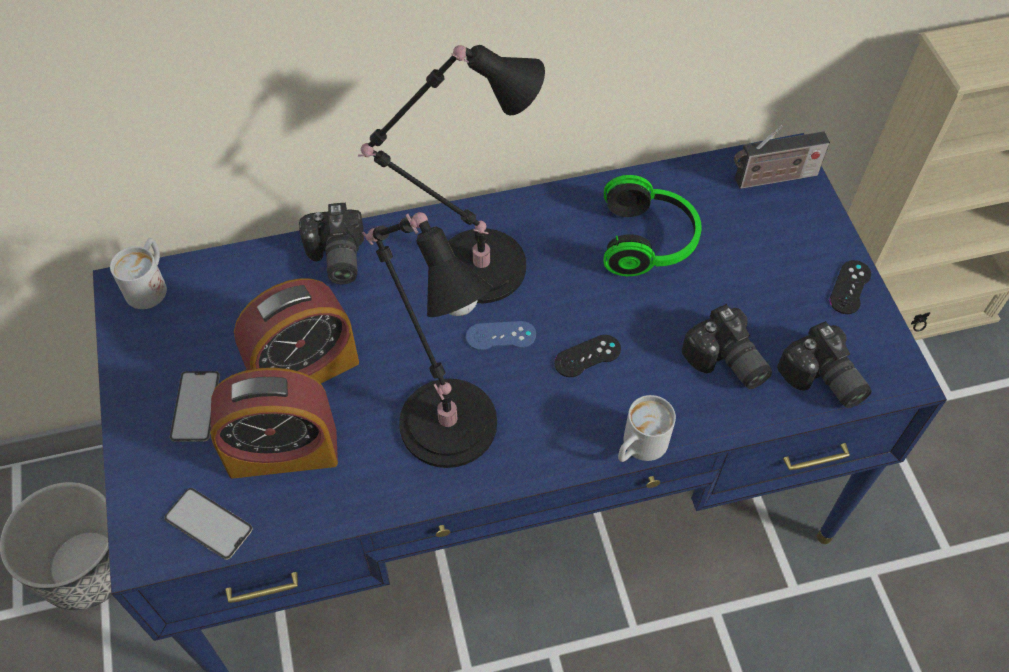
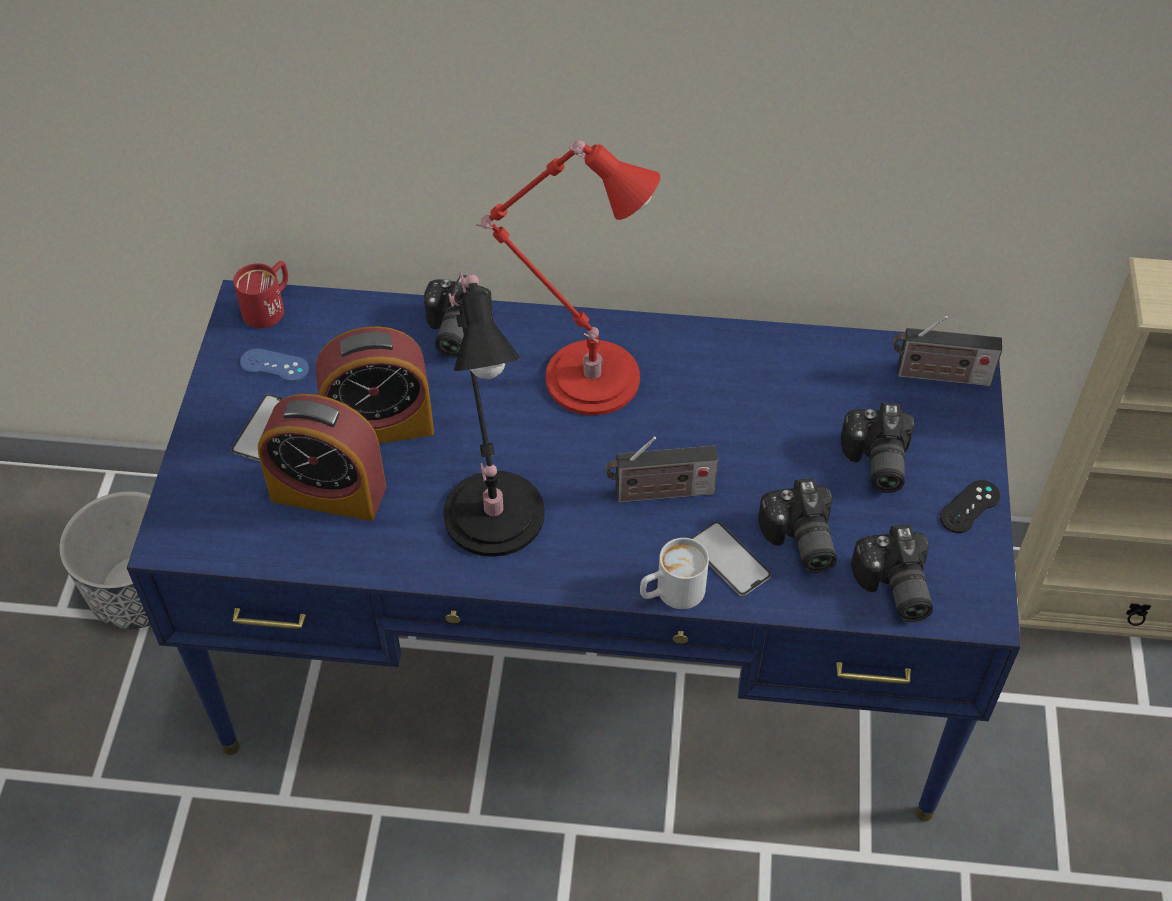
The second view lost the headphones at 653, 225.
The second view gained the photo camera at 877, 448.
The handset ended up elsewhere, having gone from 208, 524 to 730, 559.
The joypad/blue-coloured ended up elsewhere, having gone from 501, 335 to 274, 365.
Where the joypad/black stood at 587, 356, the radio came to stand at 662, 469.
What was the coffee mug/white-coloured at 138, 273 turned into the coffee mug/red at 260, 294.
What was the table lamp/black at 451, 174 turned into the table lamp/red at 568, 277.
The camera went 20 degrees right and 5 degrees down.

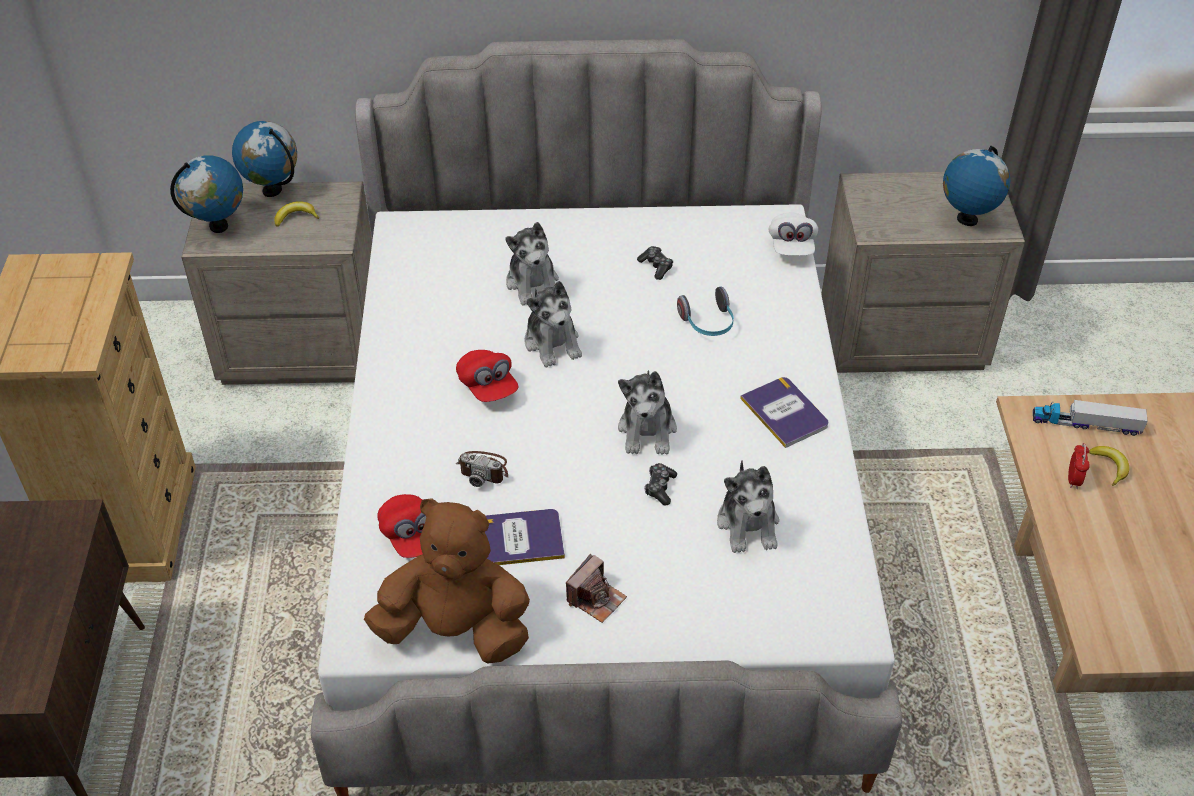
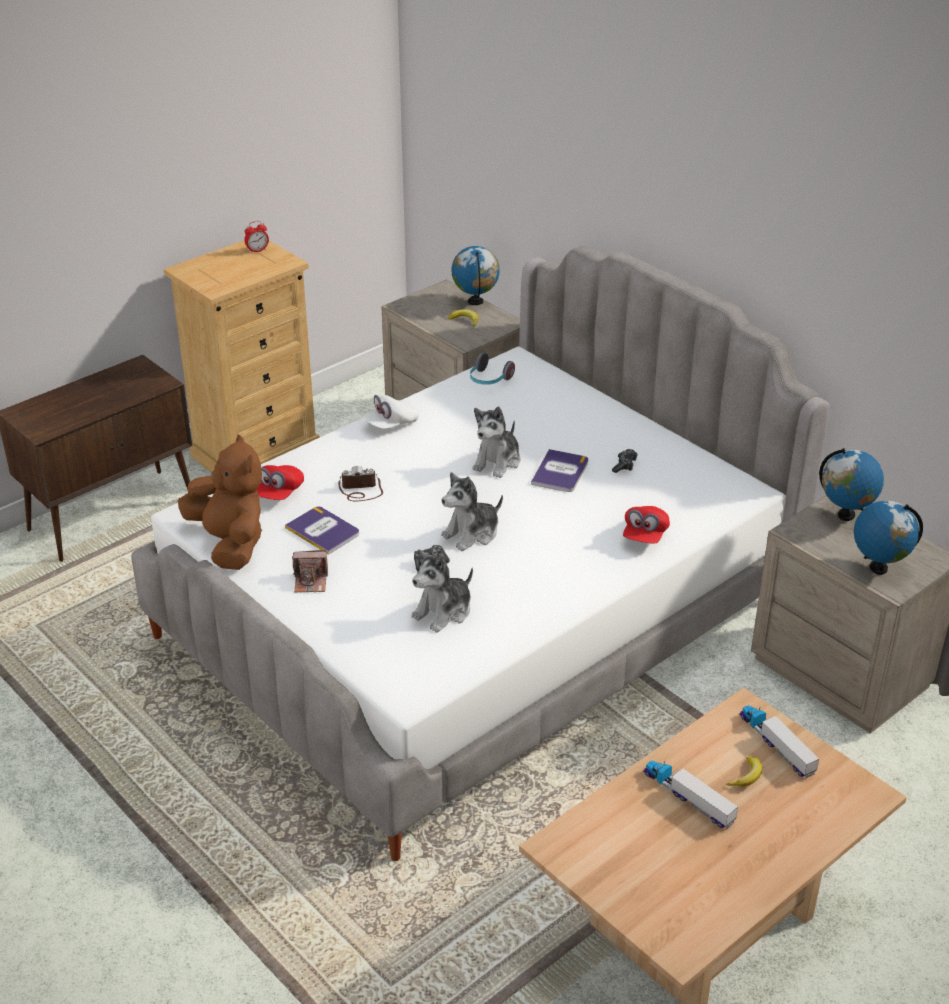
The second view lost the soft toy at 532, 264.
The second view gained the toy lorry at 691, 795.
The globe ended up elsewhere, having gone from 206, 194 to 851, 484.
The baseball cap/red ended up elsewhere, having gone from 487, 376 to 646, 524.
The headphones ended up elsewhere, having gone from 705, 311 to 492, 369.
The book ended up elsewhere, having gone from 784, 412 to 559, 470.
The baseball cap/white-coloured ended up elsewhere, having gone from 793, 234 to 391, 412.
The table clock ended up elsewhere, having gone from 1079, 466 to 256, 237.
The photo camera at 482, 469 ended up facing another way, 105 degrees clockwise from before.
The camera went 50 degrees right and 10 degrees down.

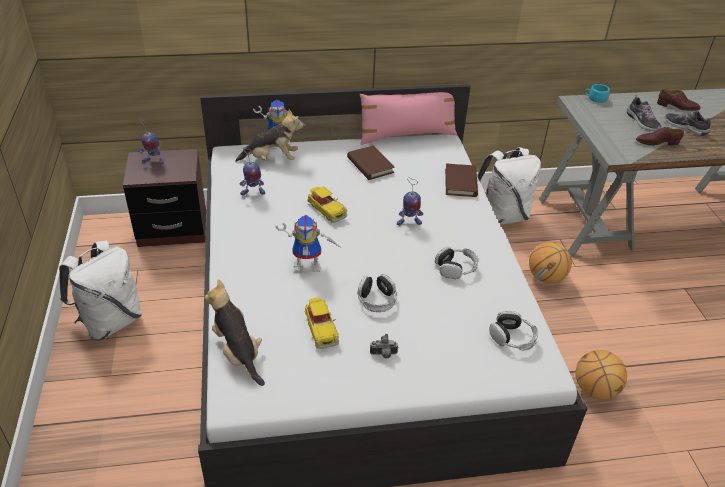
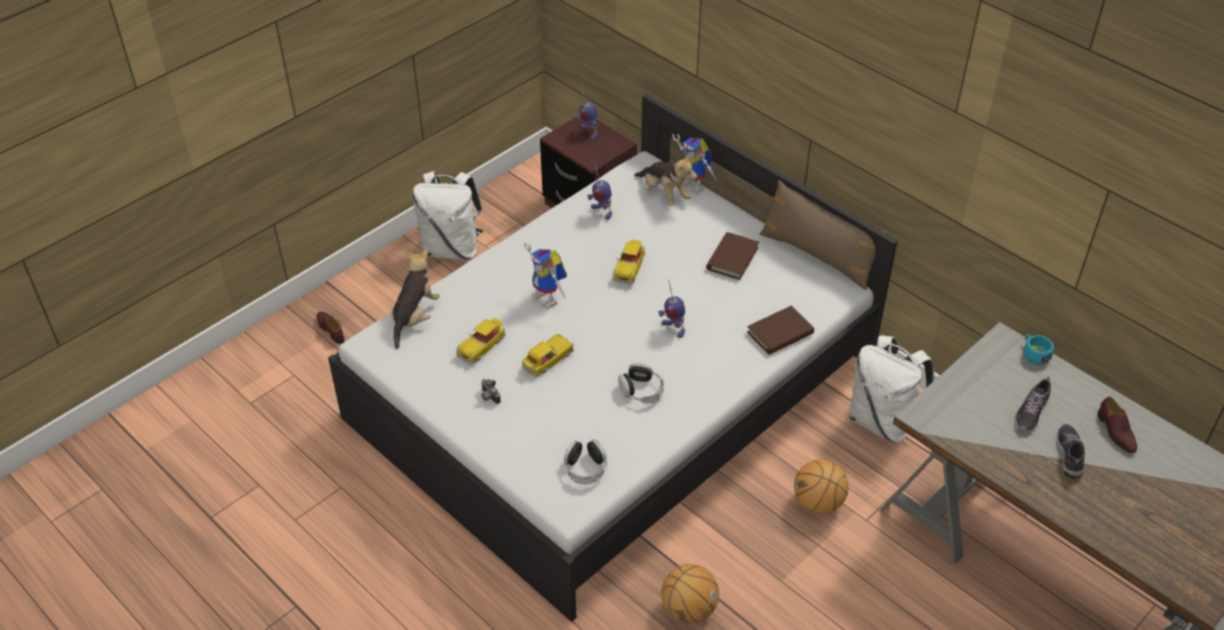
The low shoe/brown ended up elsewhere, having gone from 660, 136 to 330, 328.
Where the headphones stood at 377, 293, the miniature car came to stand at 548, 355.
What was the pillow/pink-coloured at 408, 118 turned into the pillow/brown at 823, 235.
The camera went 55 degrees right and 5 degrees up.

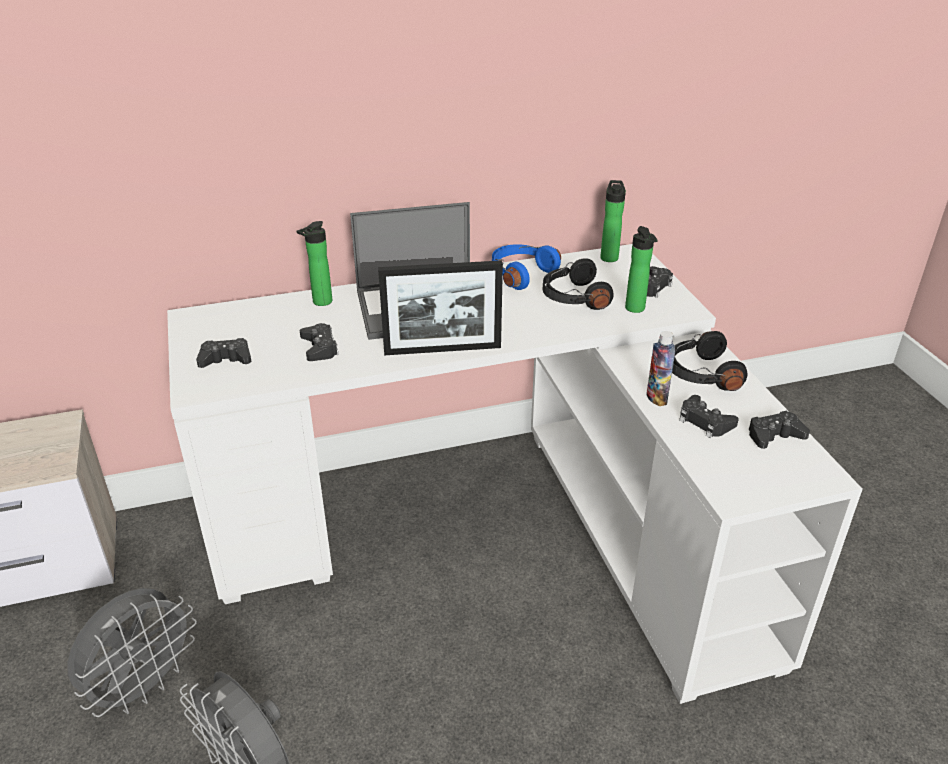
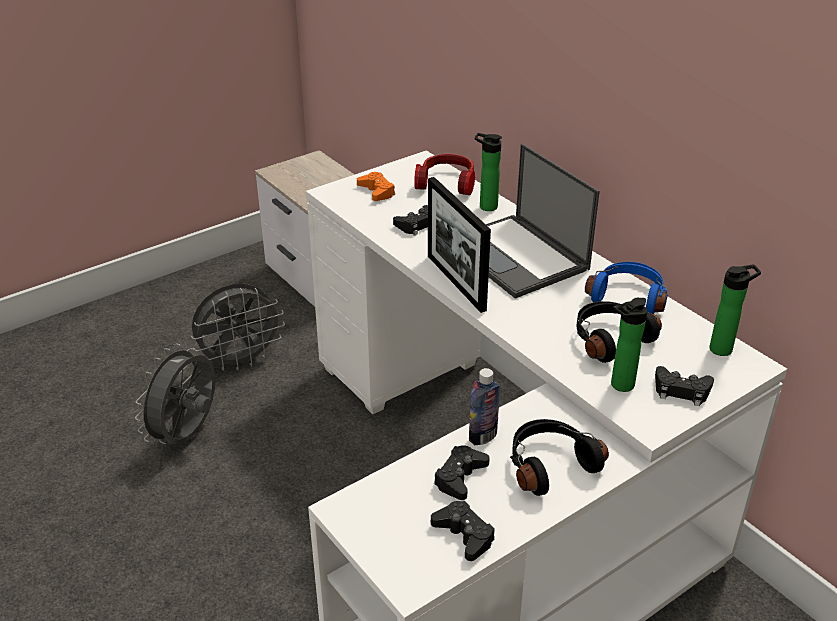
The second view gained the headphones at 444, 174.
What was the joypad/black at 223, 353 turned into the joypad/orangey at 376, 186.
The fan/gray at 132, 652 ended up facing another way, 45 degrees counterclockwise from before.
The camera went 70 degrees right and 0 degrees up.

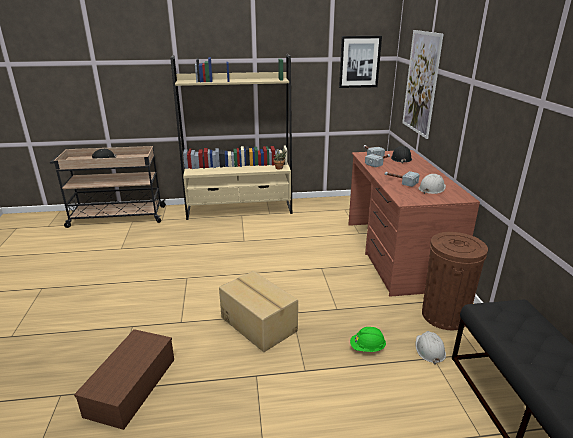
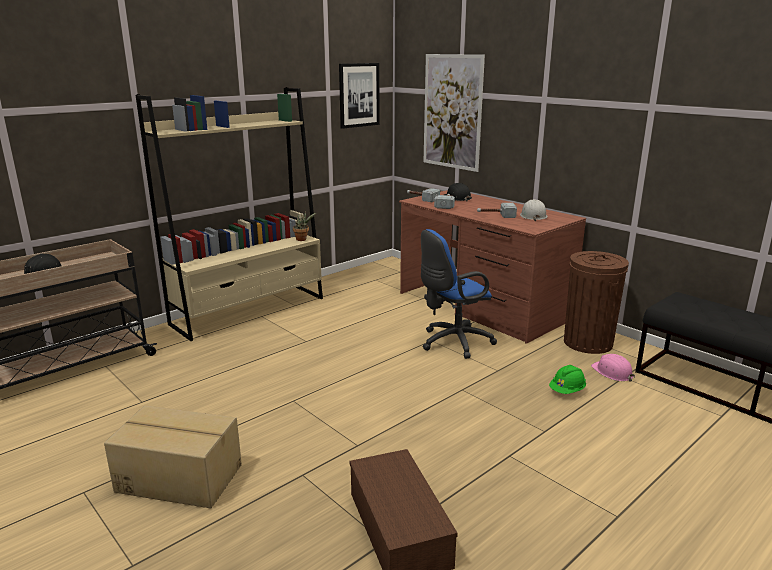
The second view gained the desk chair/blue-coloured at 459, 294.
The packing box ended up elsewhere, having gone from 258, 311 to 173, 456.
What was the safety helmet/white-coloured at 431, 348 turned into the safety helmet/pink-coloured at 613, 368.
The camera went 35 degrees left and 5 degrees down.

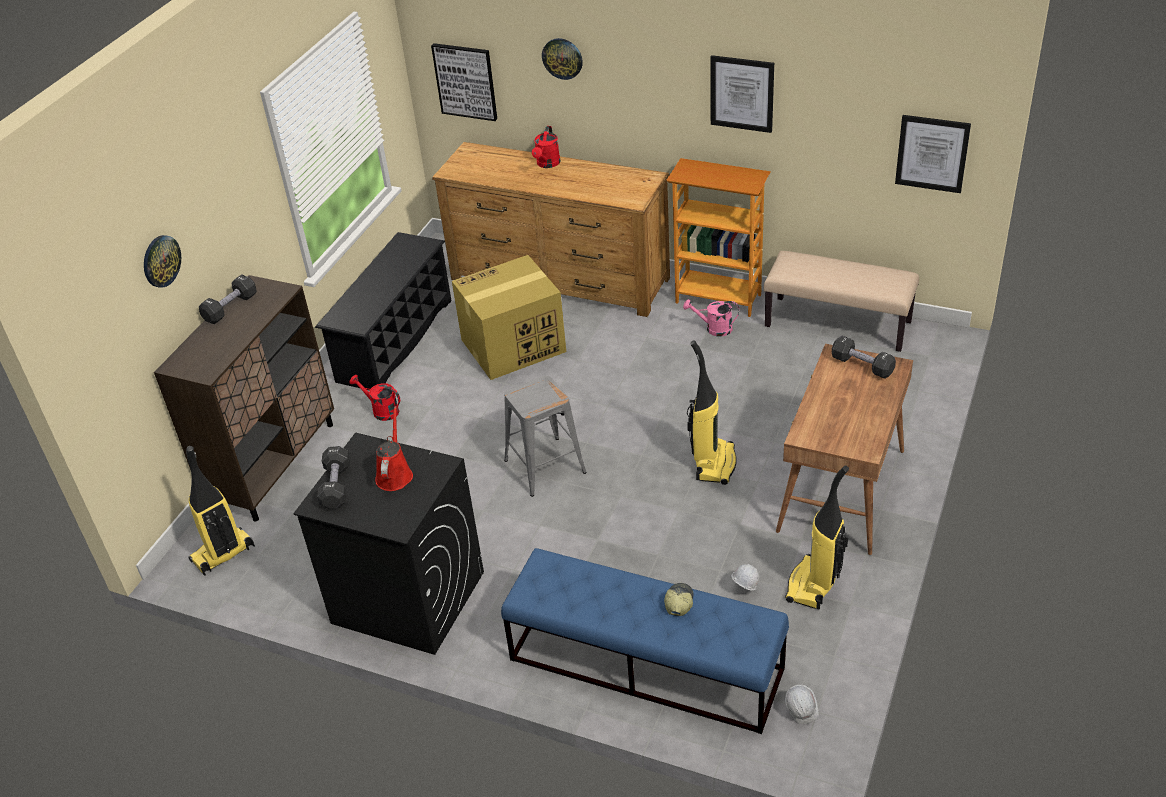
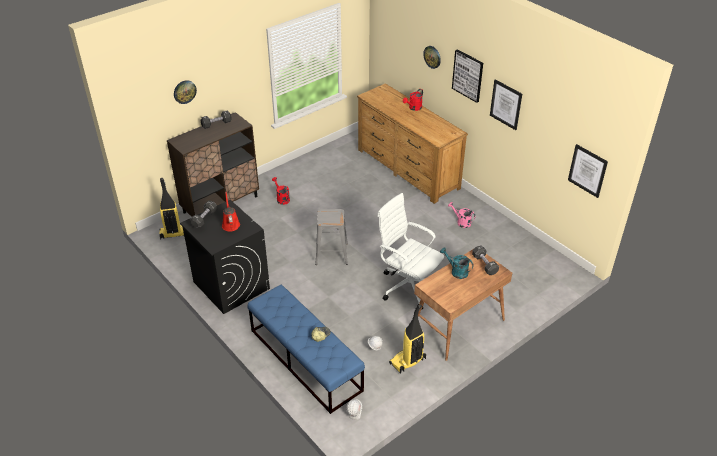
The second view lost the shoe stand/black at 383, 311.
The second view lost the packing box at 509, 317.
The second view lost the bookcase at 718, 237.
The second view lost the bench/sand-coloured at 841, 301.
The second view gained the sprinkling can/blue-green at 457, 263.
The wall art ended up elsewhere, having gone from 464, 82 to 467, 76.
Where the hoover stood at 712, 412, the desk chair/white-coloured came to stand at 410, 251.
The sprinkling can/red at 394, 448 ended up facing another way, 45 degrees counterclockwise from before.
The camera went 25 degrees right and 0 degrees up.

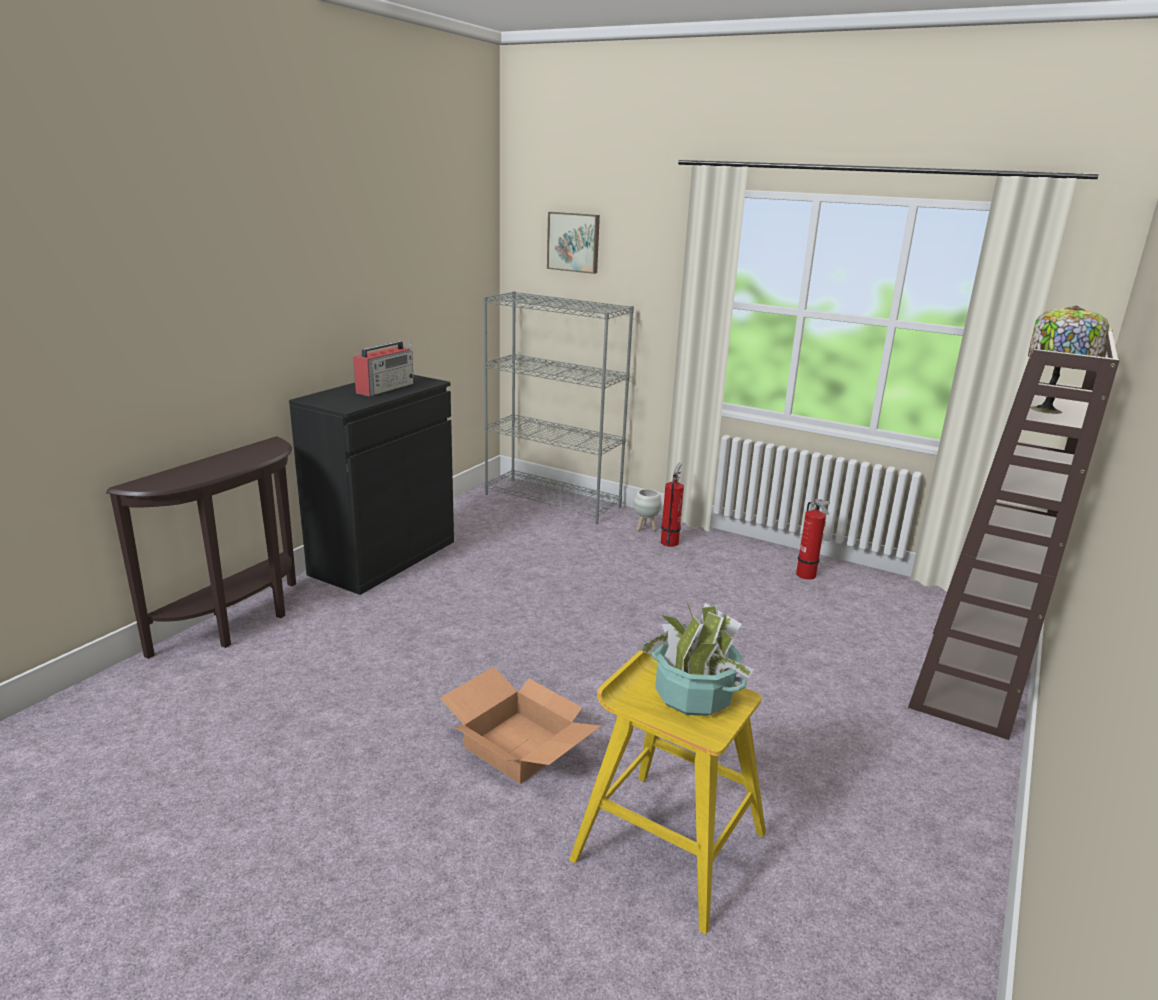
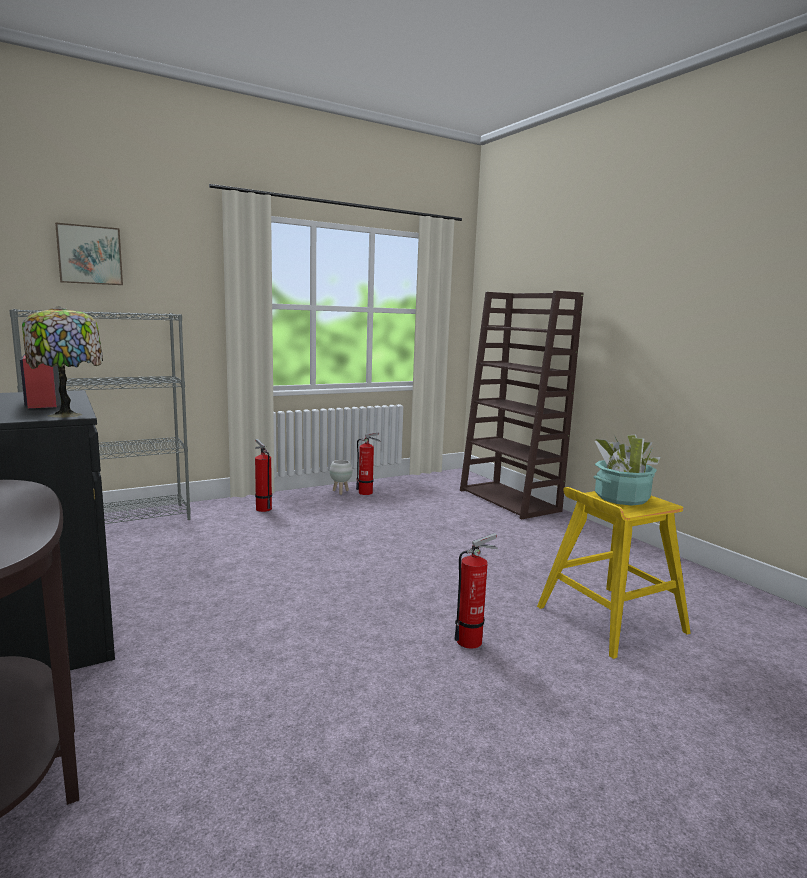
The flower pot/white-coloured ended up elsewhere, having gone from 647, 510 to 341, 477.
The table lamp ended up elsewhere, having gone from 1068, 360 to 62, 362.
Where the packing box stood at 520, 725, the fire extinguisher came to stand at 476, 591.
The camera went 60 degrees left and 10 degrees down.

